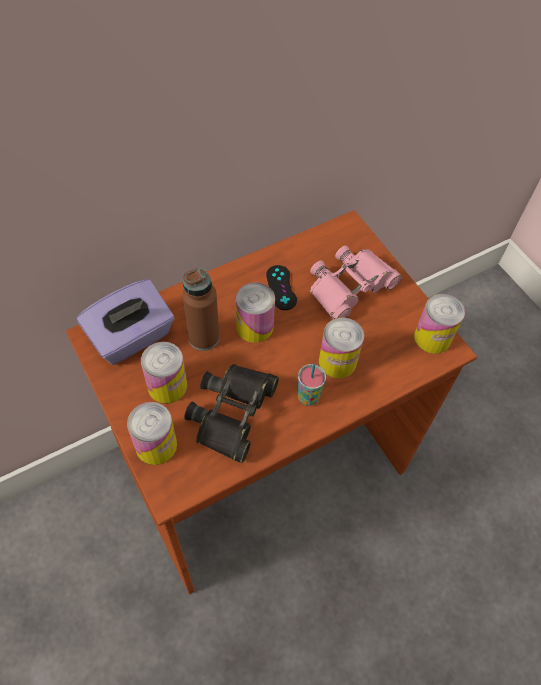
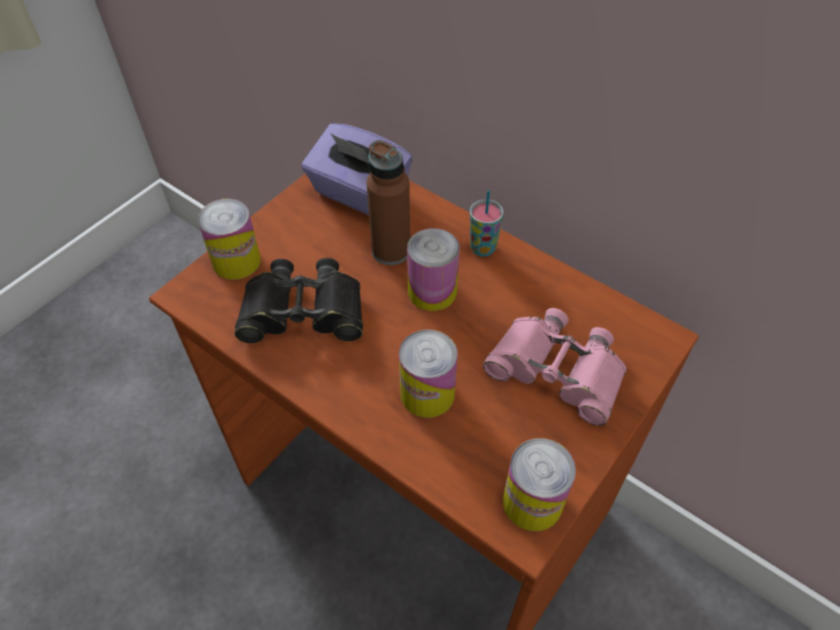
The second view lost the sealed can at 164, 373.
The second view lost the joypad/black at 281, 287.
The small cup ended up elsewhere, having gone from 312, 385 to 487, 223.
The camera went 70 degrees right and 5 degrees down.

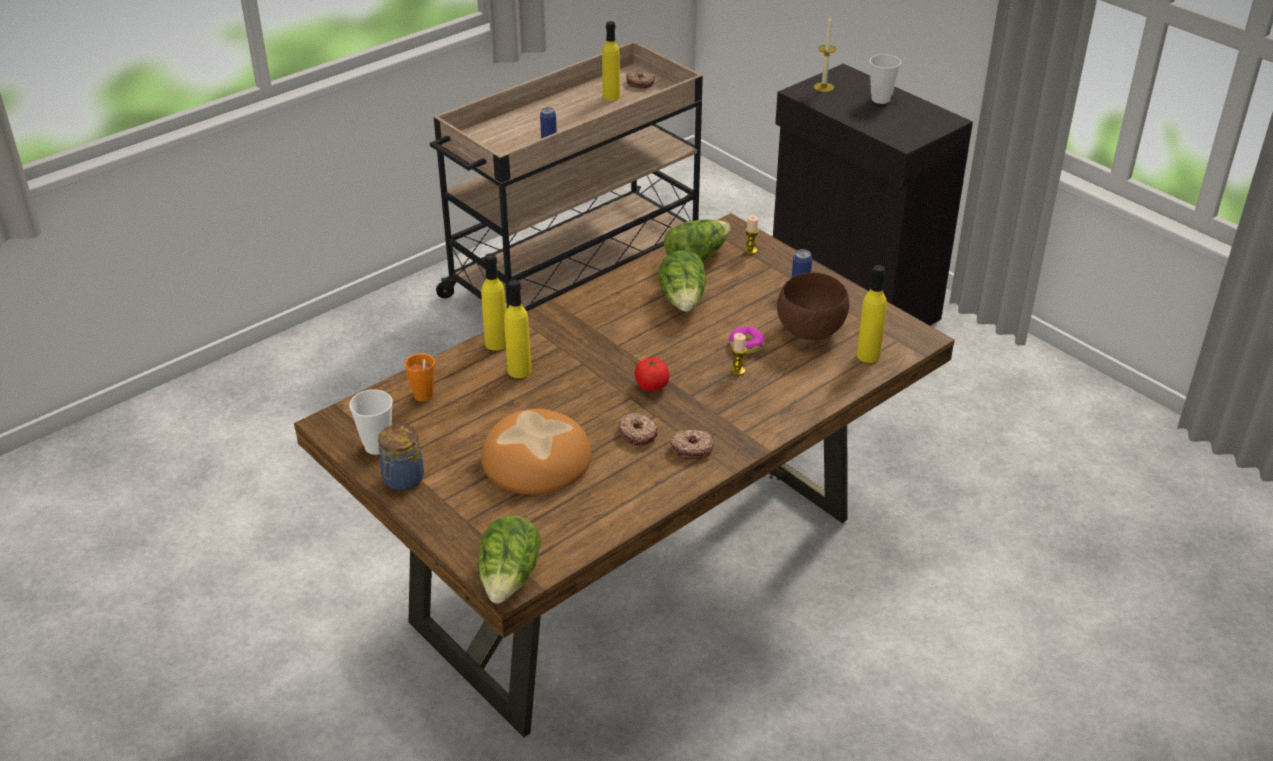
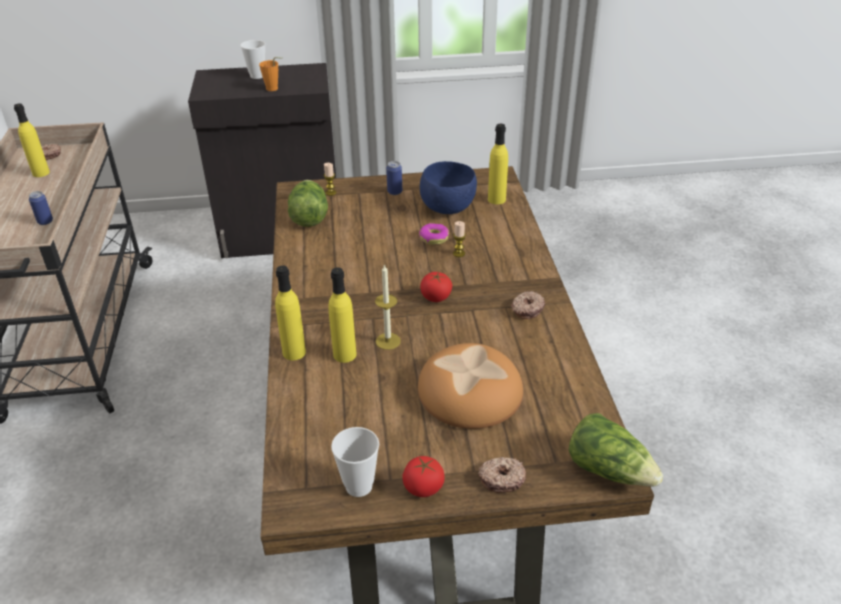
The second view lost the lettuce at 682, 281.
The small cup/orangey ended up elsewhere, having gone from 419, 377 to 271, 74.
The donut ended up elsewhere, having gone from 638, 429 to 502, 475.
The wax light ended up elsewhere, having gone from 825, 54 to 388, 307.
Where the jar stood at 401, 457, the fresh tomato came to stand at 423, 476.
What was the serving bowl/brown at 813, 306 turned into the serving bowl/blue-coloured at 448, 187.
The camera went 55 degrees left and 0 degrees up.

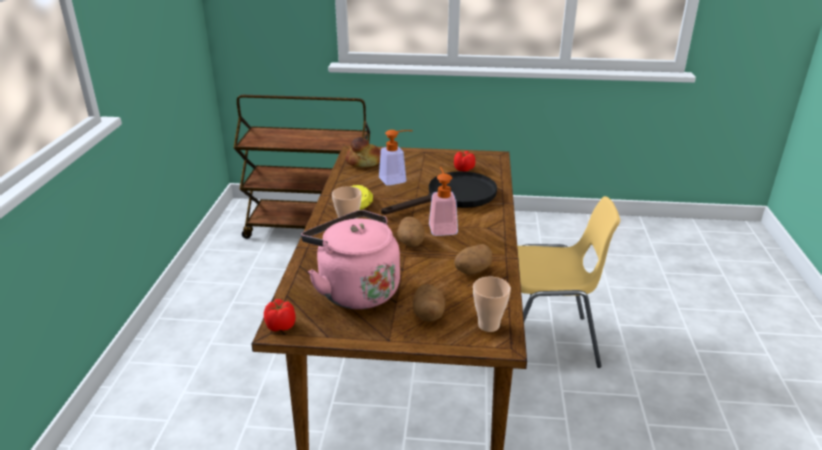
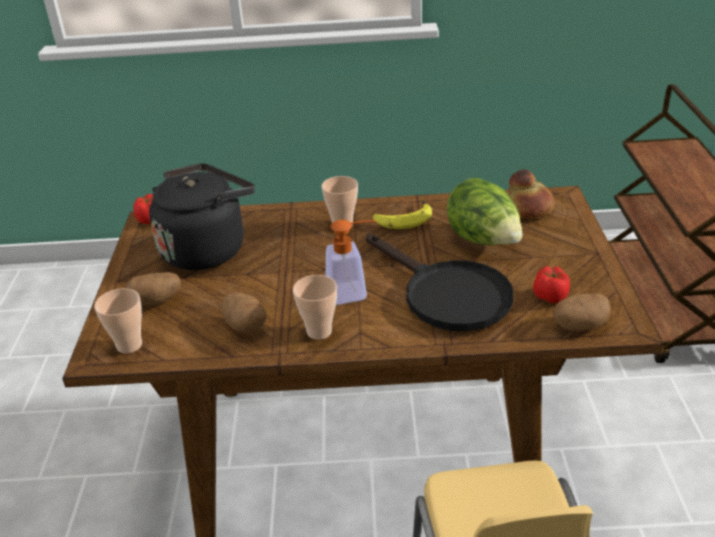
The second view gained the small cup at 315, 307.
The spud ended up elsewhere, having gone from 411, 232 to 581, 312.
Where the liquid soap bottle stood at 396, 158, the lettuce came to stand at 484, 211.
What was the kettle/pink-coloured at 350, 259 turned into the kettle/black at 202, 216.
The camera went 85 degrees right and 5 degrees up.

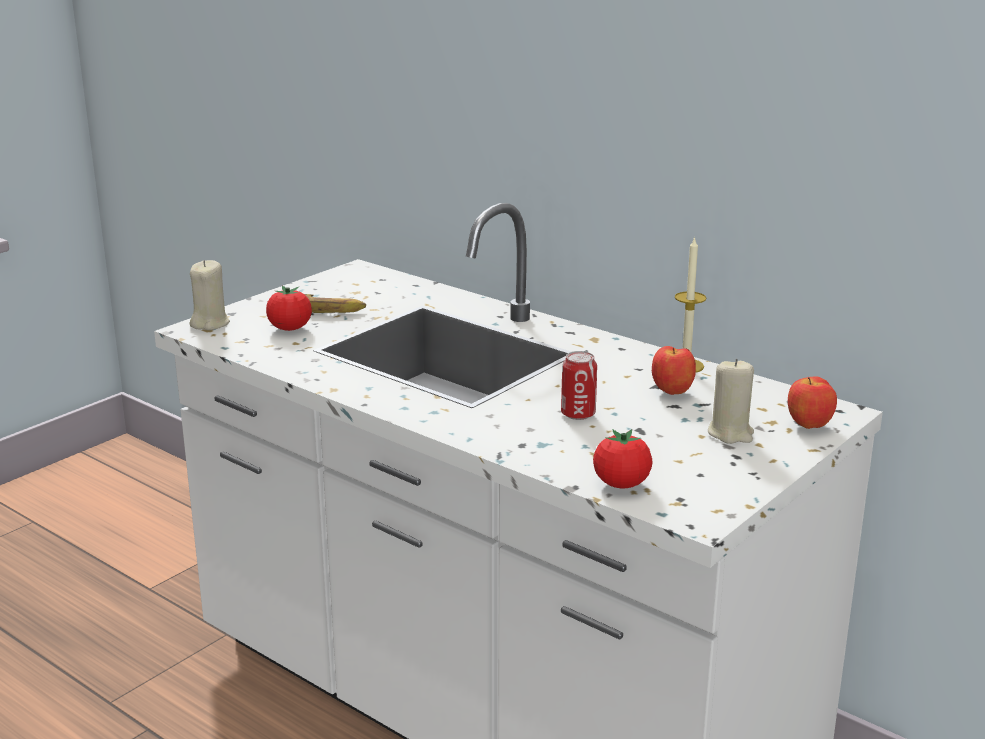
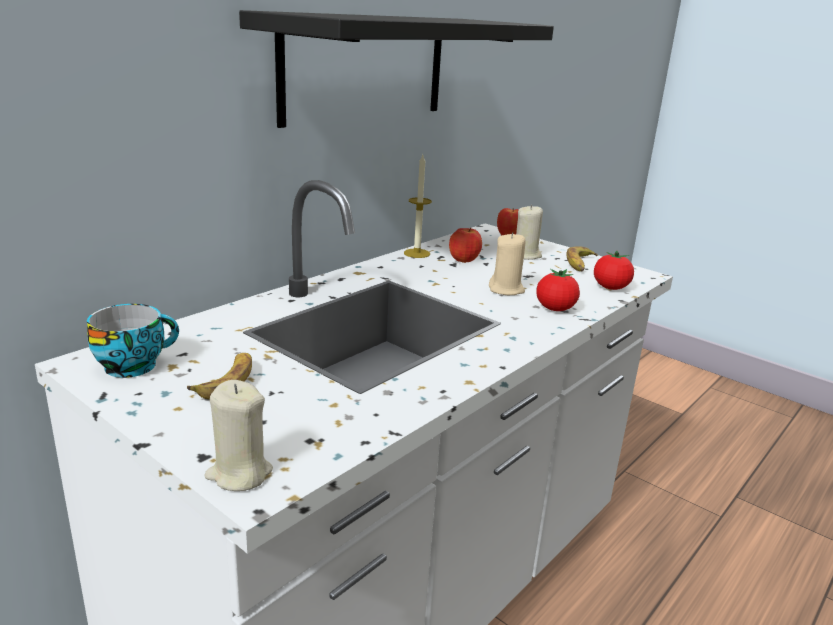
The second view gained the small cup at 133, 341.
The second view gained the bracket shelf/black at 396, 69.
The second view gained the whole banana at 582, 258.
The fresh tomato ended up elsewhere, having gone from 289, 308 to 558, 290.
Where the sealed can stood at 579, 385, the wax light/sand-coloured came to stand at 507, 263.
The camera went 90 degrees left and 0 degrees up.

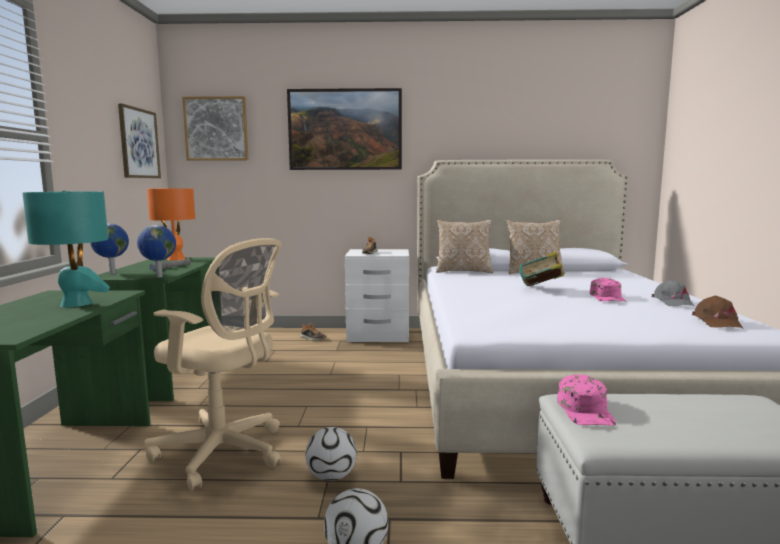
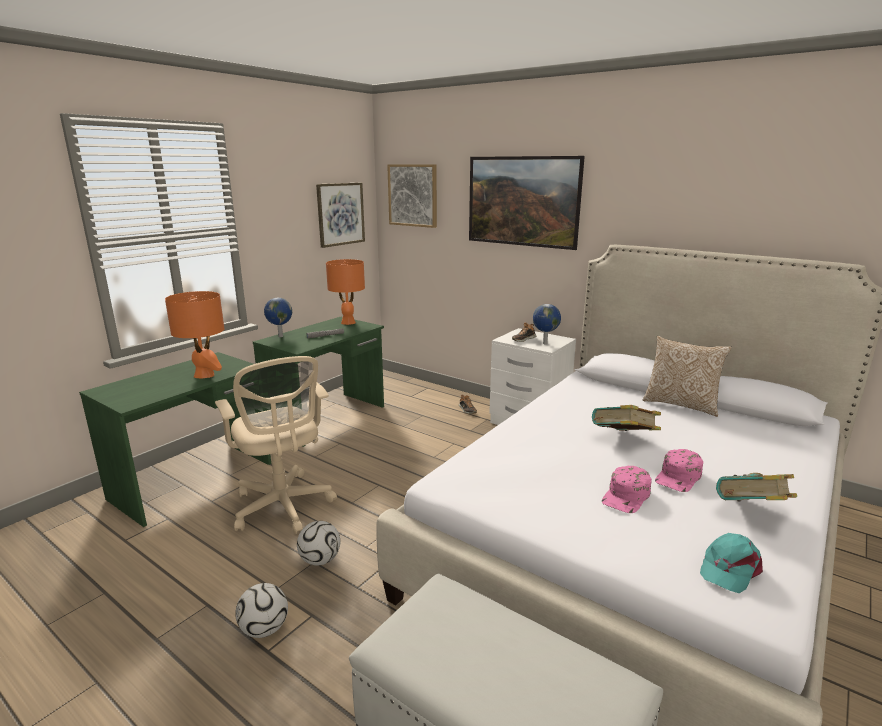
The second view lost the pillow at 464, 246.
The globe ended up elsewhere, having gone from 156, 251 to 547, 324.
The baseball cap/pink-coloured ended up elsewhere, having gone from 586, 400 to 627, 489.
Where the baseball cap/gray stood at 673, 293, the book came to stand at 756, 487.
What was the table lamp/blue-green at 66, 249 turned into the table lamp/orangey at 194, 334.
What was the baseball cap/brown at 717, 312 turned into the baseball cap/blue-green at 731, 563.
The camera went 35 degrees right and 10 degrees up.

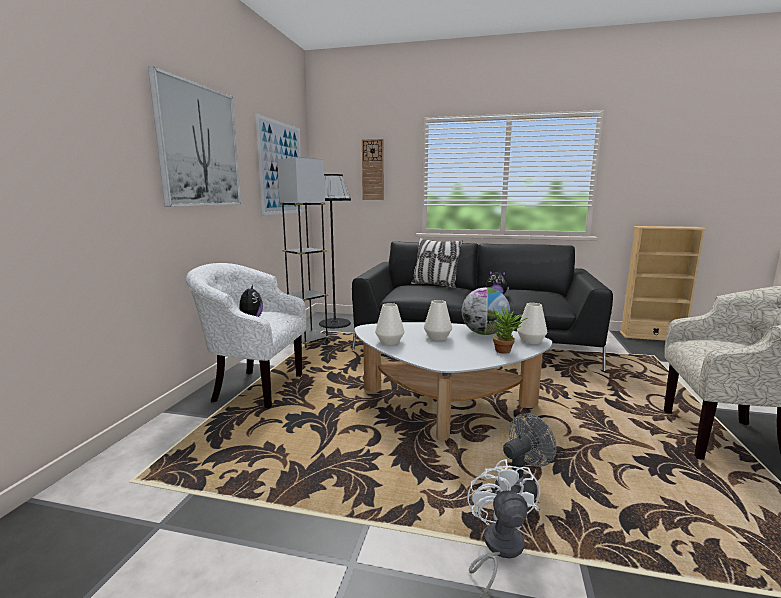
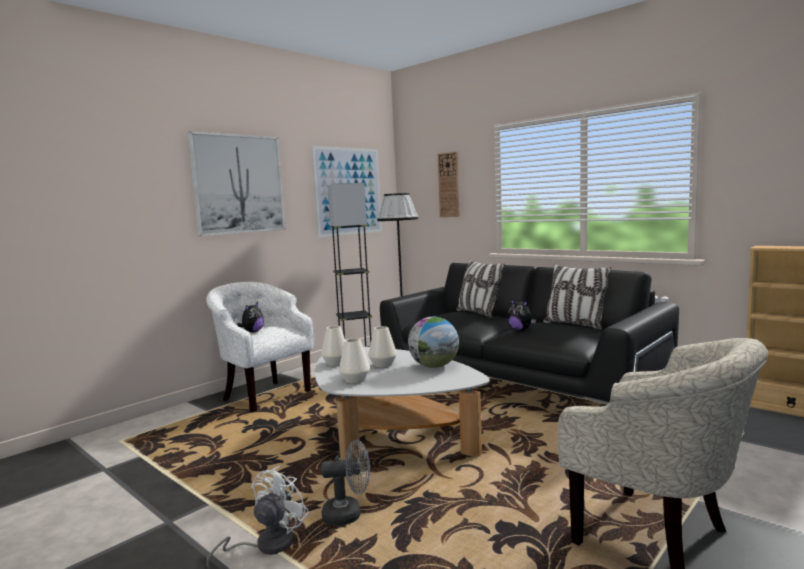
The second view lost the potted plant at 510, 330.
The second view gained the pillow at 577, 296.
The flower vase/white-coloured ended up elsewhere, having gone from 532, 323 to 354, 361.
The camera went 30 degrees right and 5 degrees down.

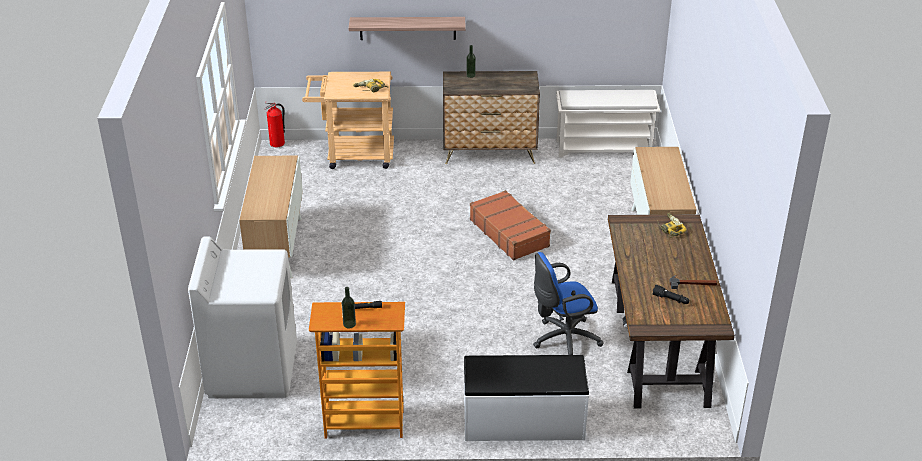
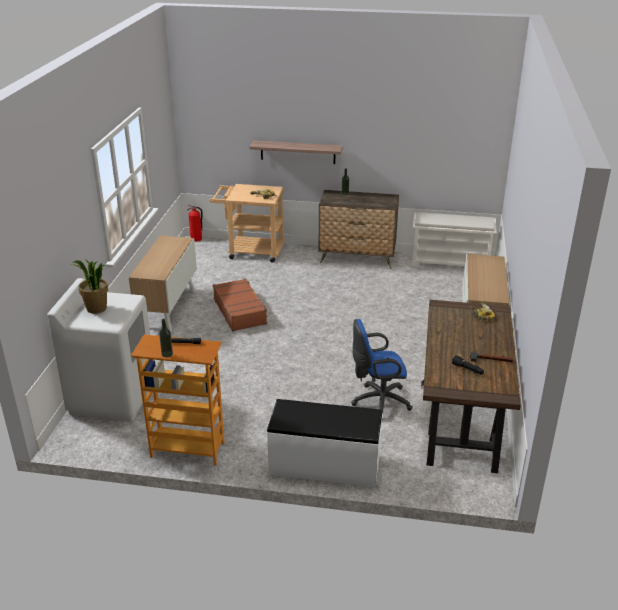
The second view gained the potted plant at 90, 286.
The travel case/brown ended up elsewhere, having gone from 510, 225 to 240, 305.
The camera went 10 degrees right and 5 degrees down.

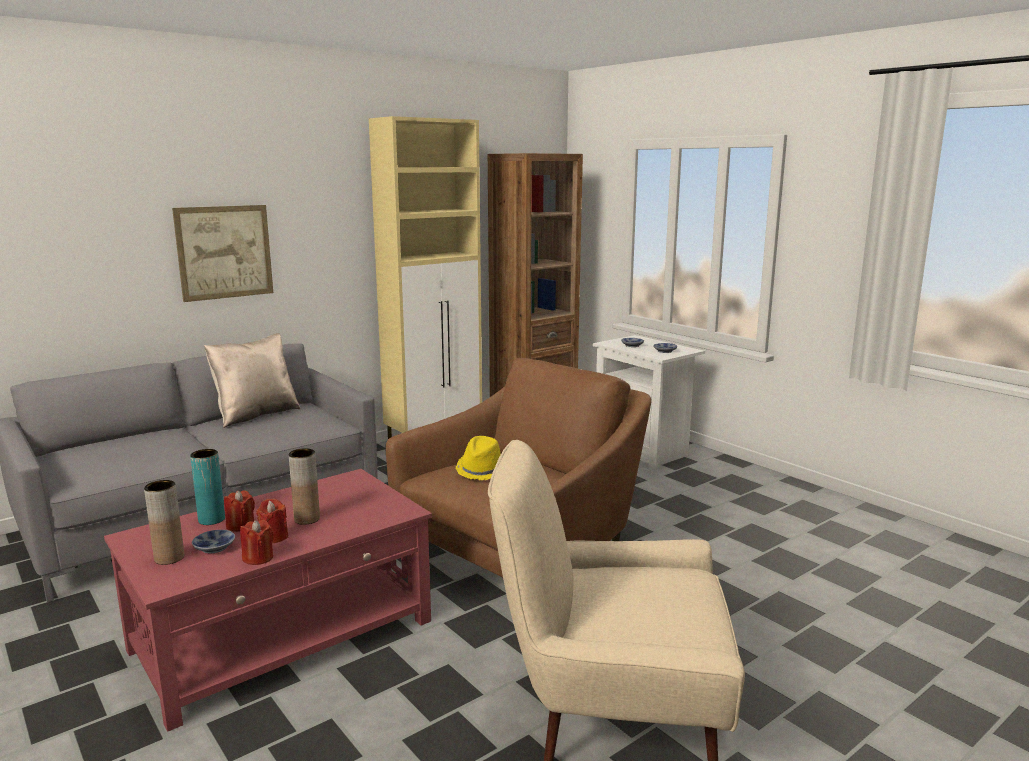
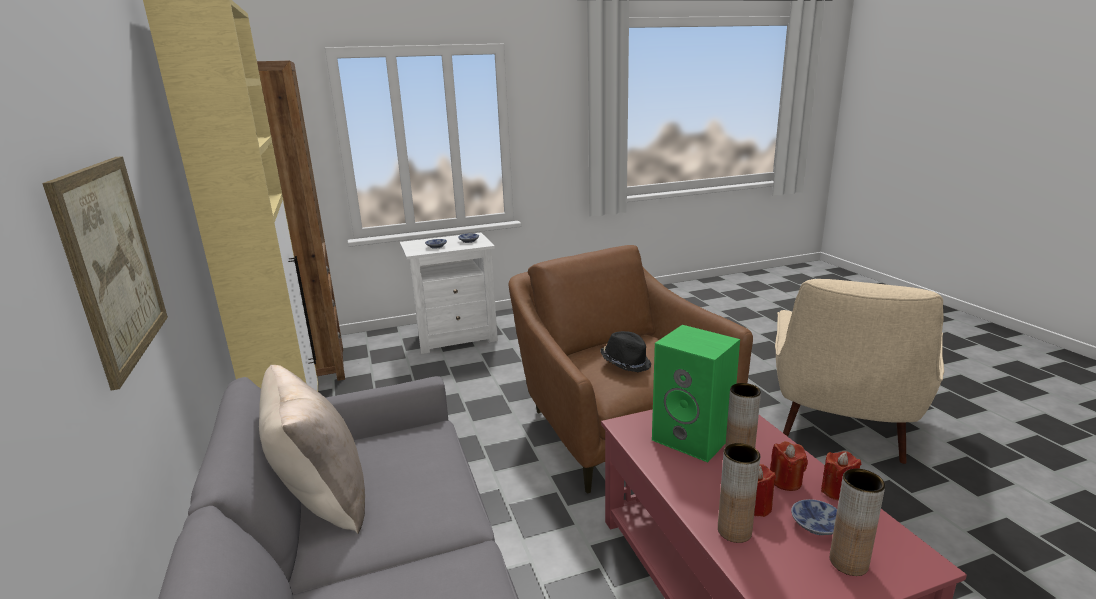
The second view gained the speaker/green-coloured at 696, 393.
What was the flower vase/blue-green at 207, 487 turned into the flower vase/brown at 739, 493.
What was the hat/yellowish at 478, 458 turned into the hat/black at 625, 351.
The camera went 70 degrees left and 5 degrees up.

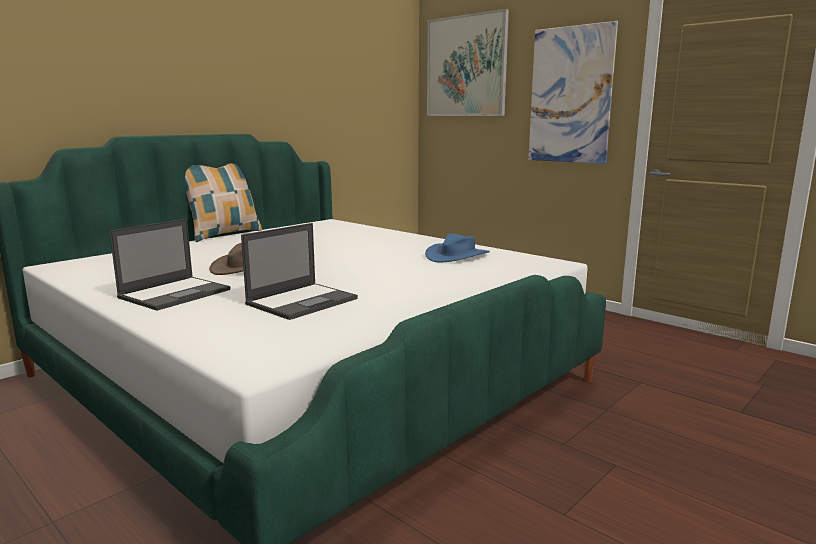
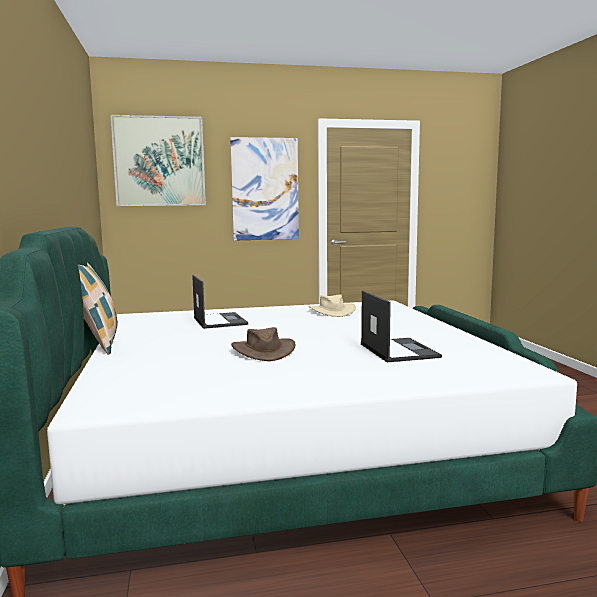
The portable computer ended up elsewhere, having gone from 169, 265 to 220, 302.
What was the hat/blue-coloured at 457, 247 turned into the hat/sand-coloured at 332, 306.
The camera went 55 degrees left and 5 degrees down.

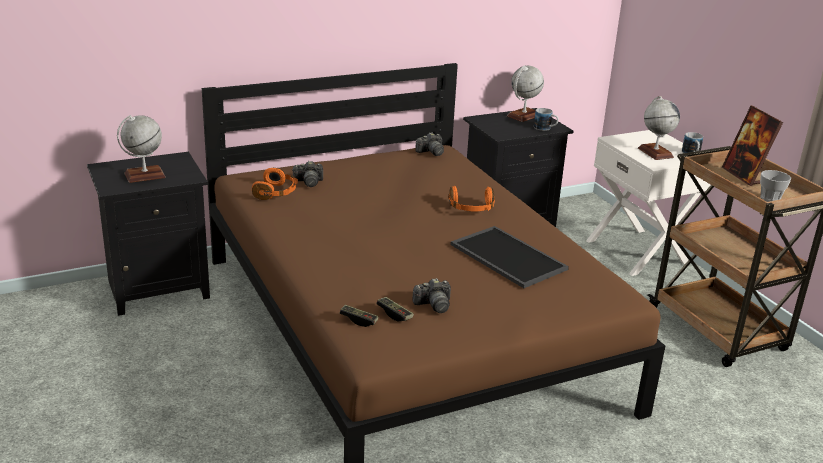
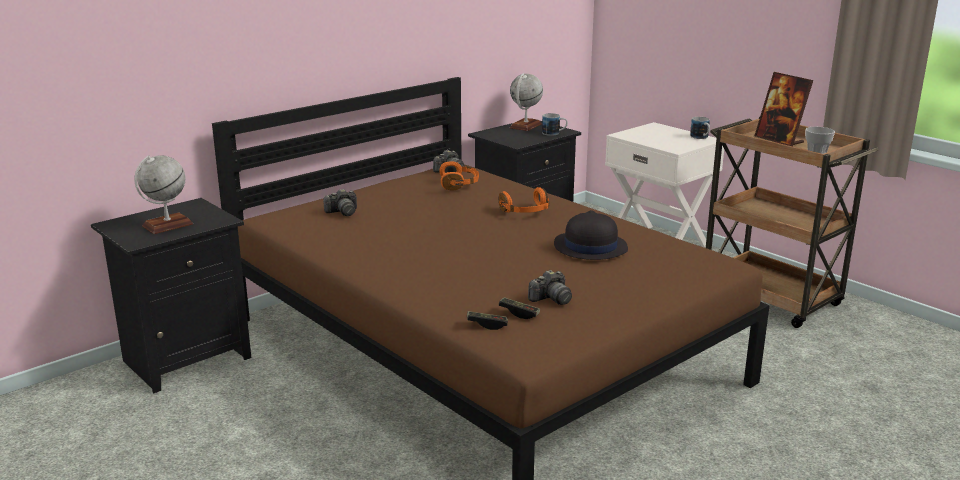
The second view lost the globe at 659, 128.
The headphones/orangey ended up elsewhere, having gone from 275, 184 to 459, 176.
Where the carrying tray stood at 509, 257, the hat/black came to stand at 591, 235.
The camera went 15 degrees left and 5 degrees down.

